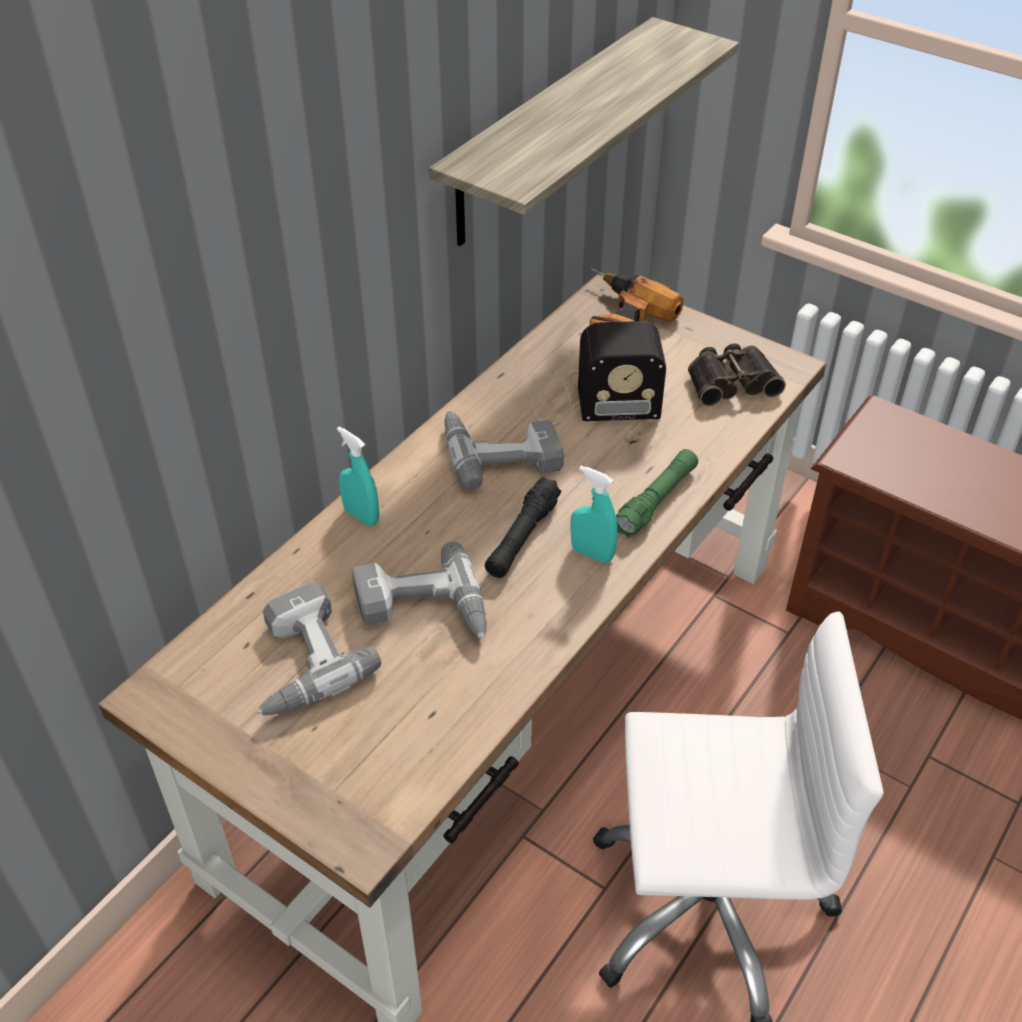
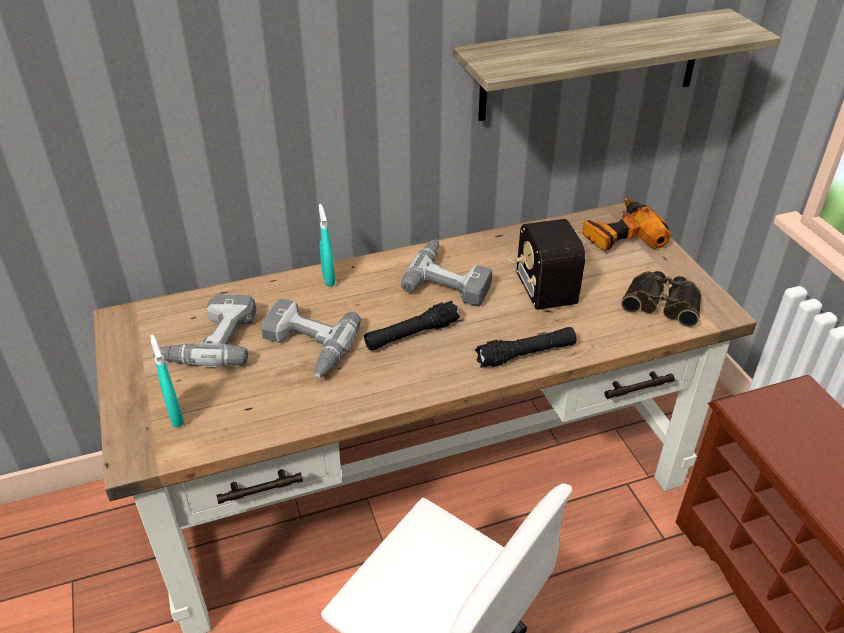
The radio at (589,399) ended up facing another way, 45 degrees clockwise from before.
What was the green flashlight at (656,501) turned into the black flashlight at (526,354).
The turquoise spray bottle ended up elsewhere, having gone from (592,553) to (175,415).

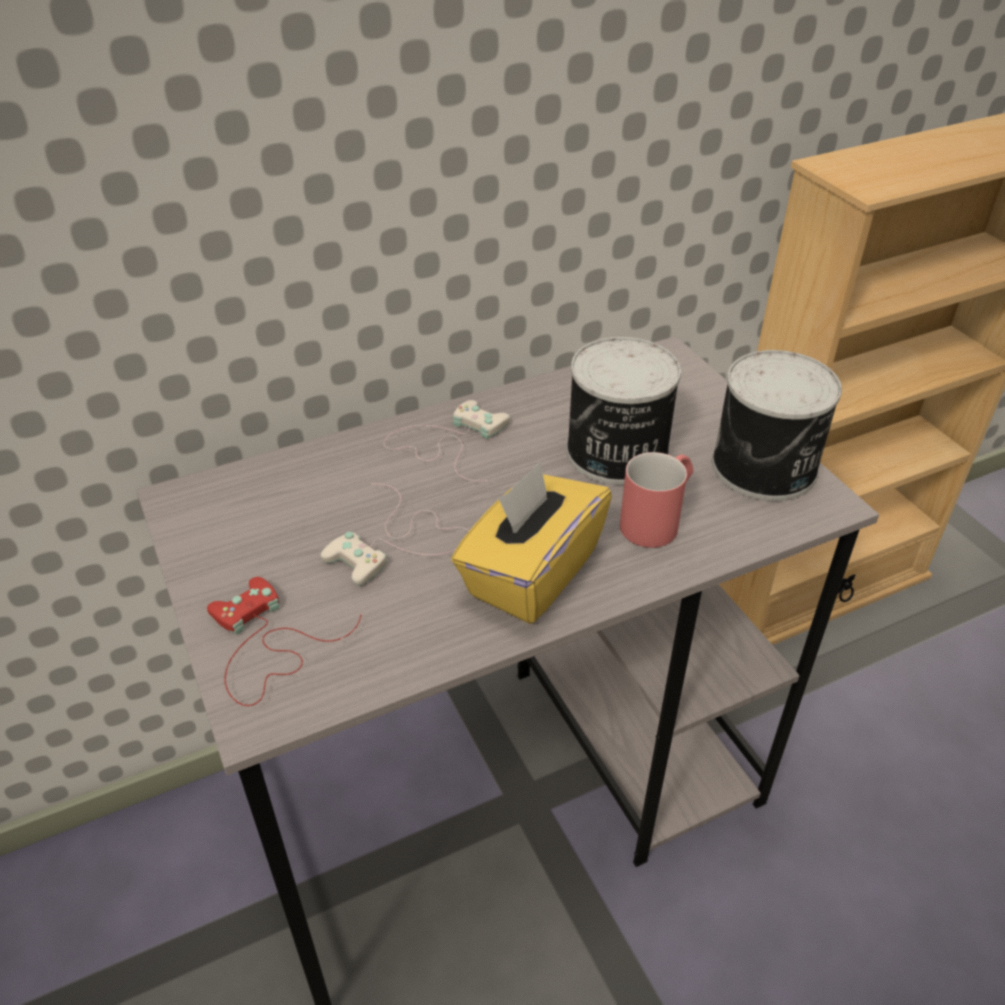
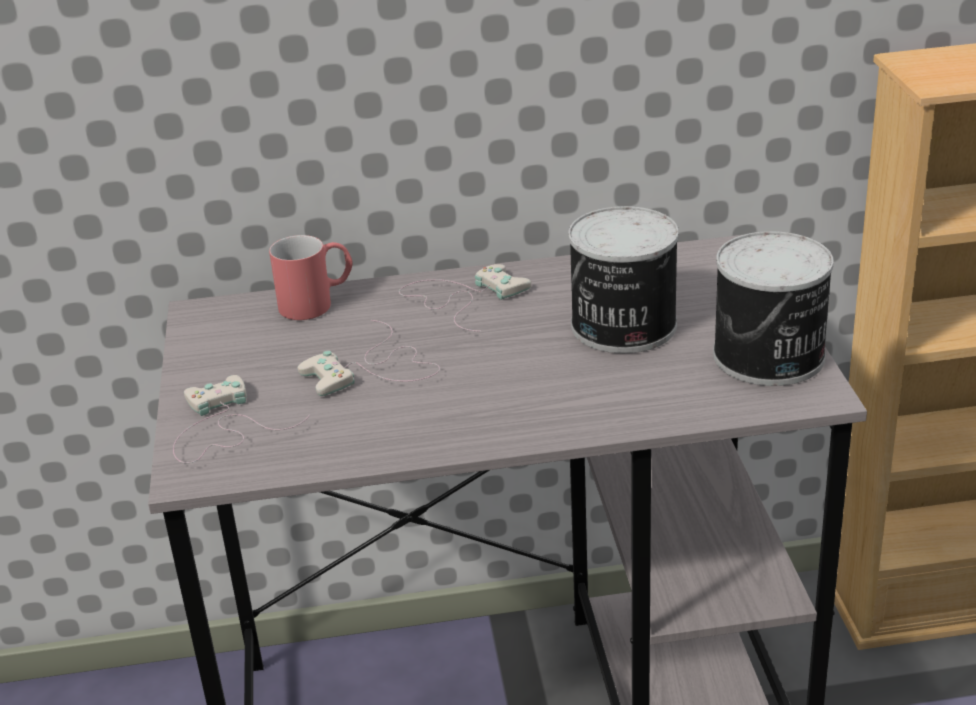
The red mug ended up elsewhere, having gone from (657,519) to (318,303).
The second view lost the yellow tissue box at (530,573).
What was the red game controller at (267,645) turned into the white game controller at (222,427).

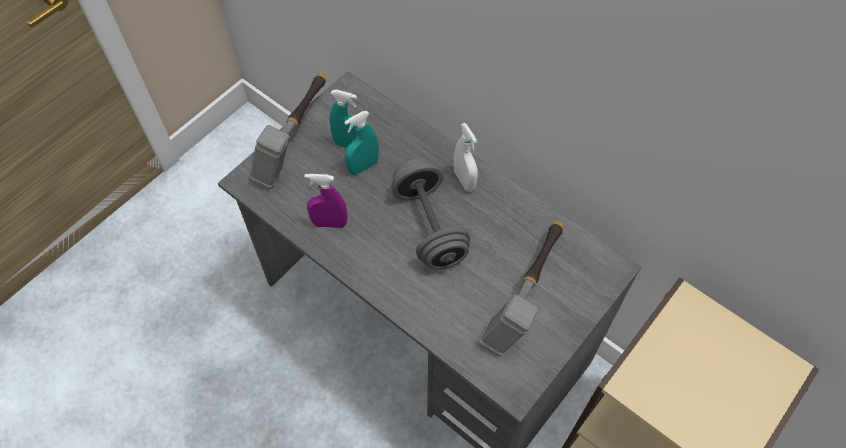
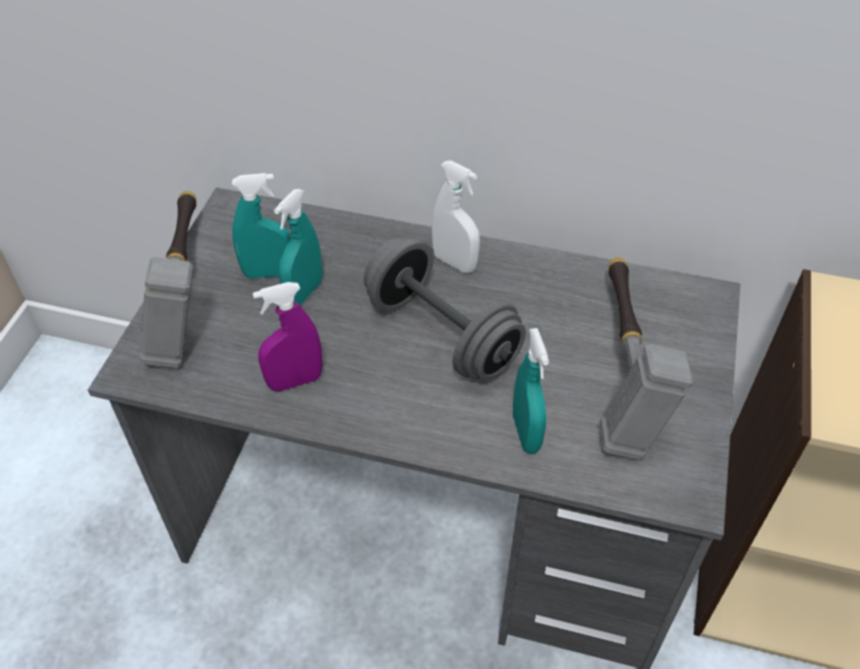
The second view gained the turquoise spray bottle at (526,433).

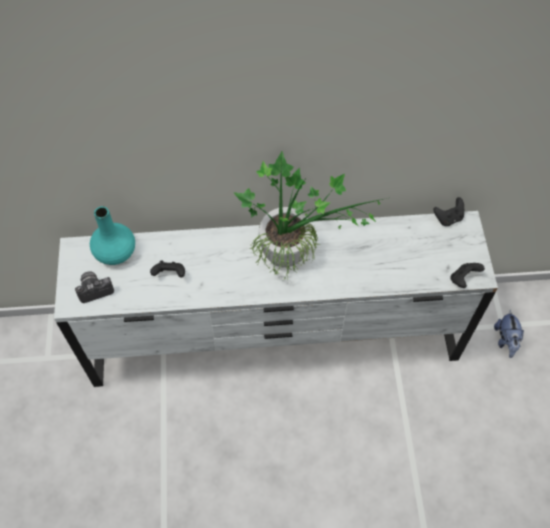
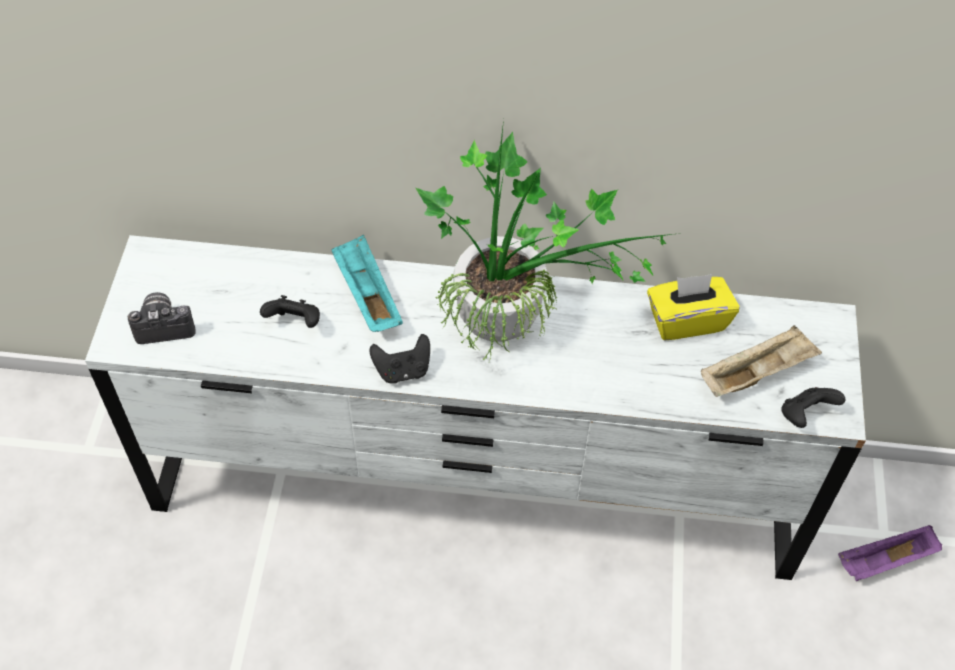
The black game controller ended up elsewhere, having gone from (448,218) to (403,370).
The second view lost the turquoise vase at (116,251).
Where the plush toy stood at (505,340), the purple tray came to stand at (884,561).
The second view gained the turquoise tray at (367,295).
The second view gained the yellow tissue box at (687,320).
The second view gained the beige tray at (756,373).

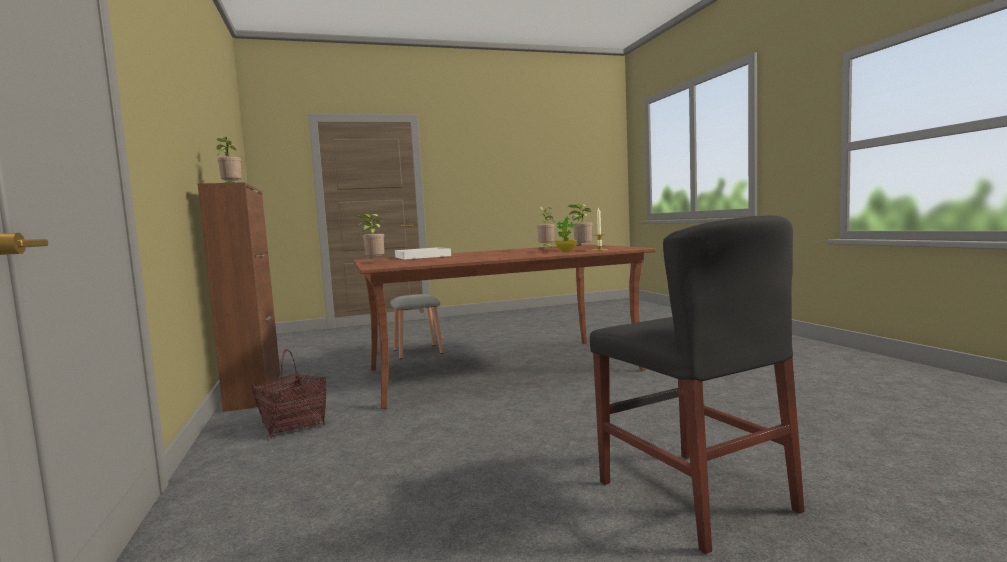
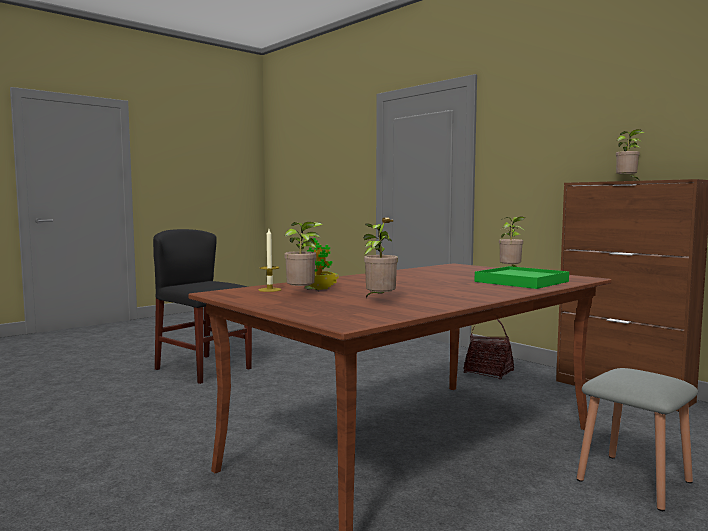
What was the white tray at (422,256) turned into the green tray at (522,281).

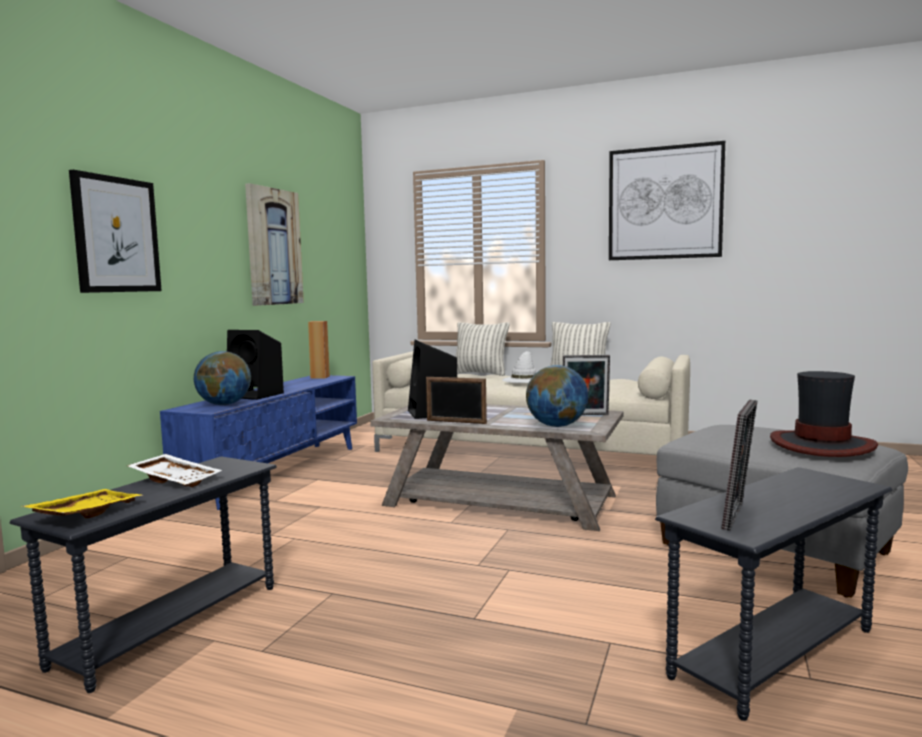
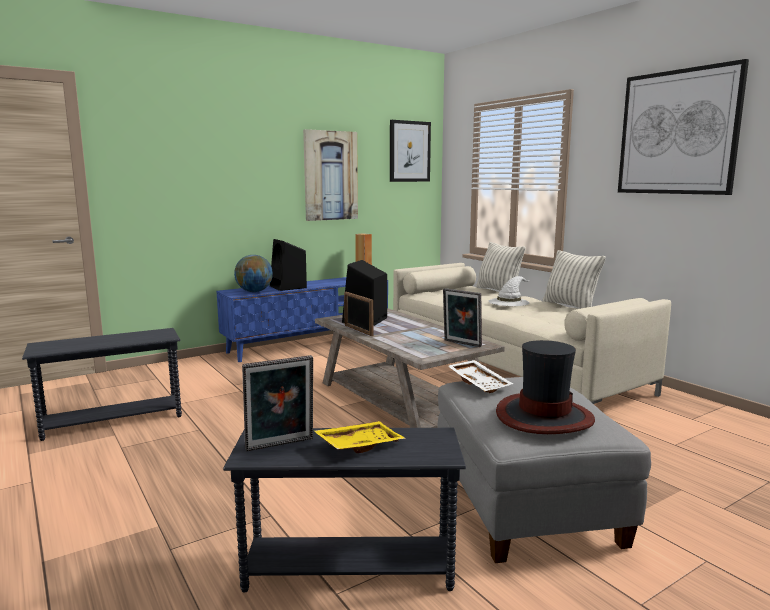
The picture ended up elsewhere, having gone from (116,235) to (409,151).
The second view lost the globe at (557,426).
The white tray ended up elsewhere, having gone from (177,479) to (480,383).
The yellow tray ended up elsewhere, having gone from (85,514) to (359,445).

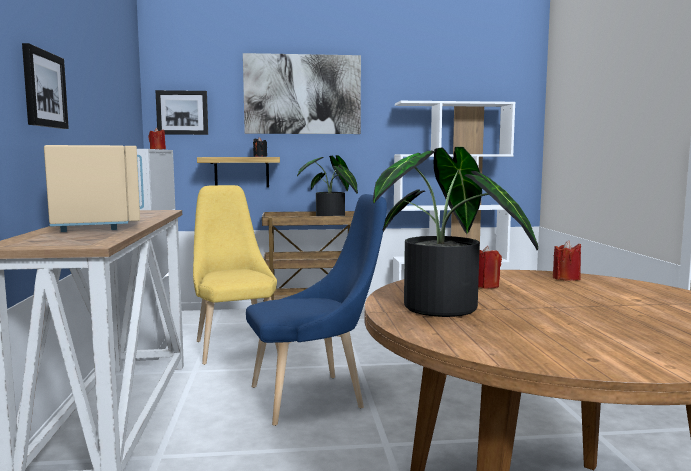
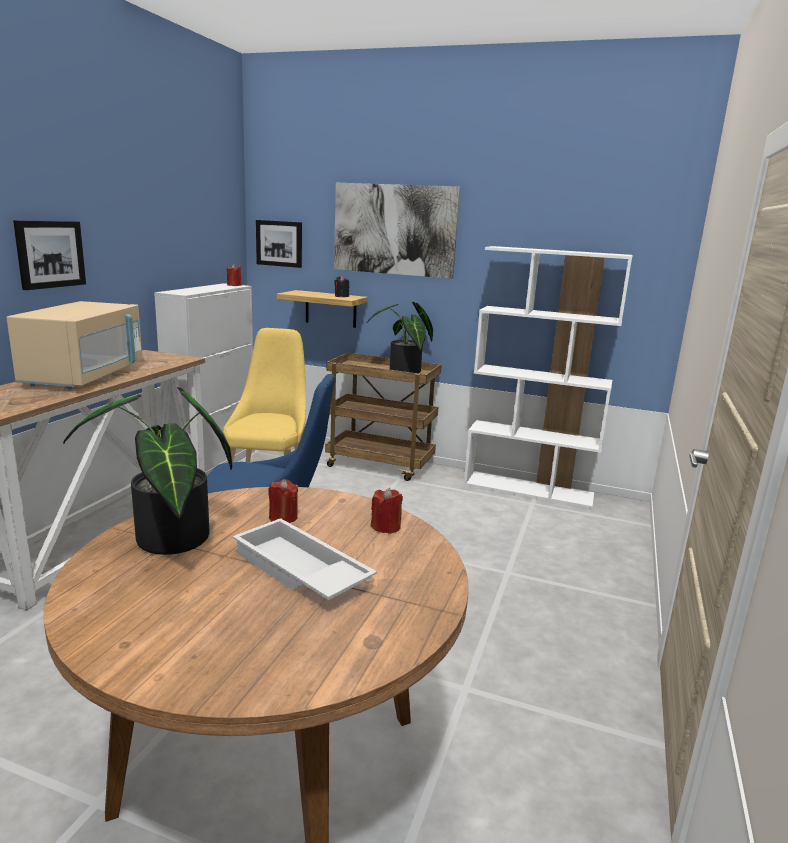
The second view gained the white tray at (298,571).

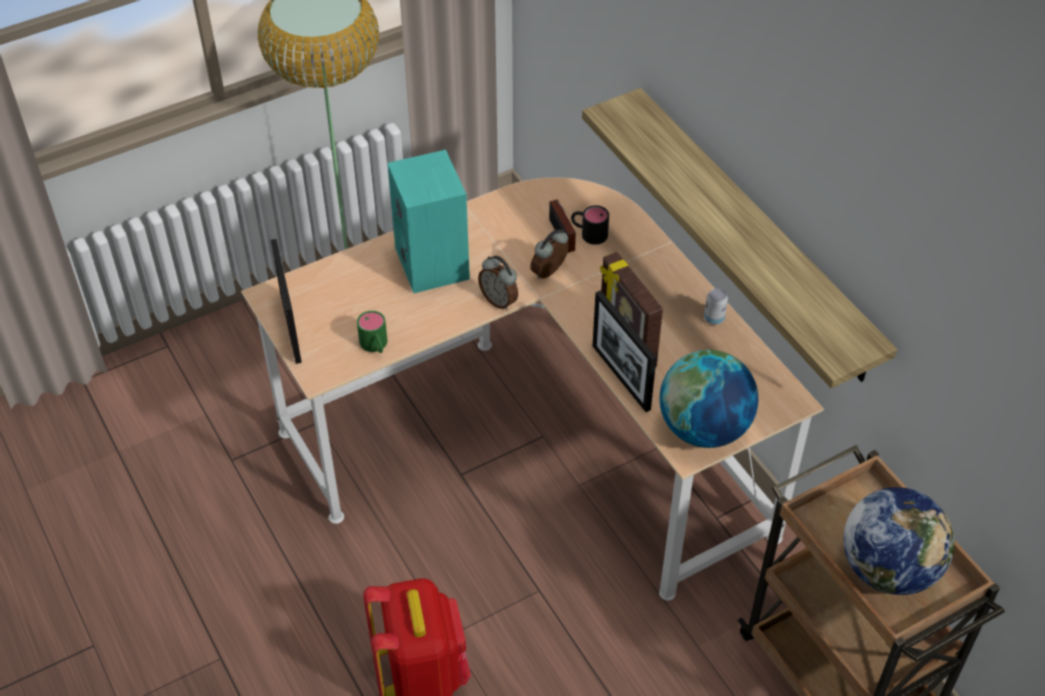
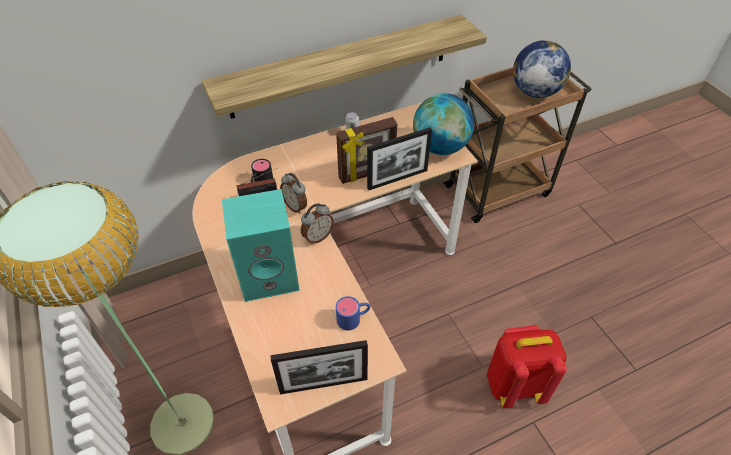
What was the green mug at (375,346) turned into the blue mug at (353,318).

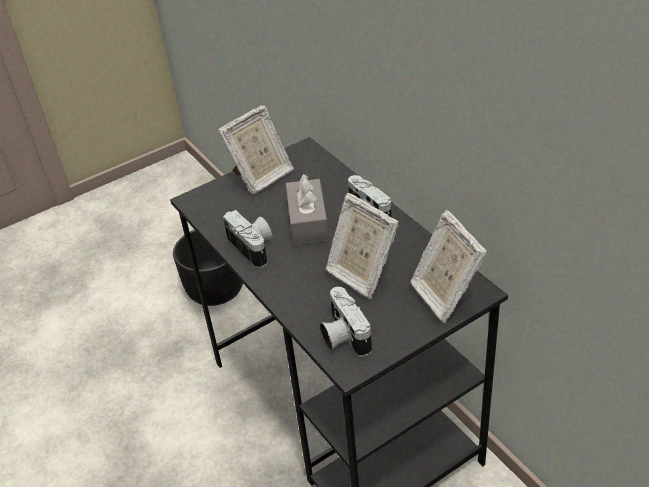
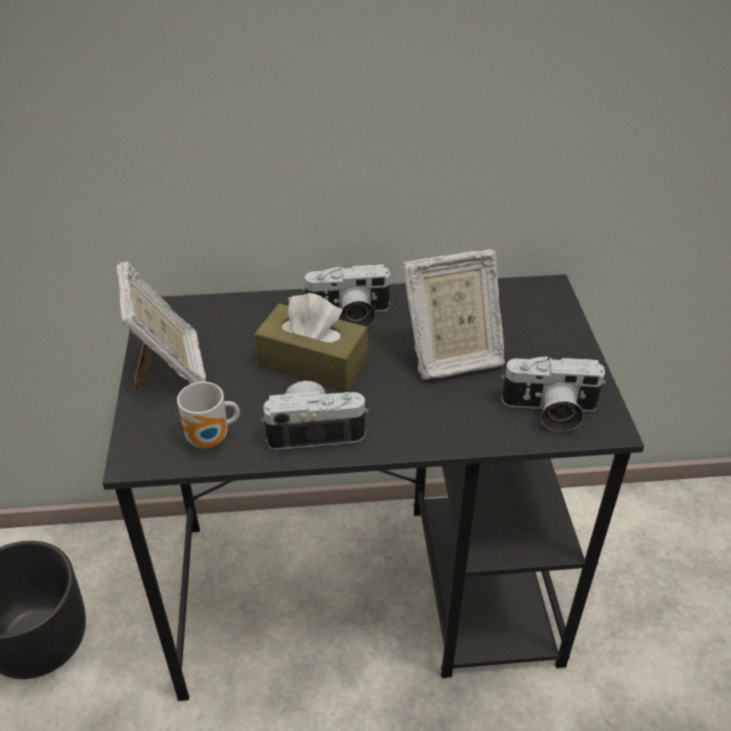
What was the grey tissue box at (308,222) turned into the brown tissue box at (313,363).
The second view lost the picture frame at (444,295).
The second view gained the mug at (211,440).

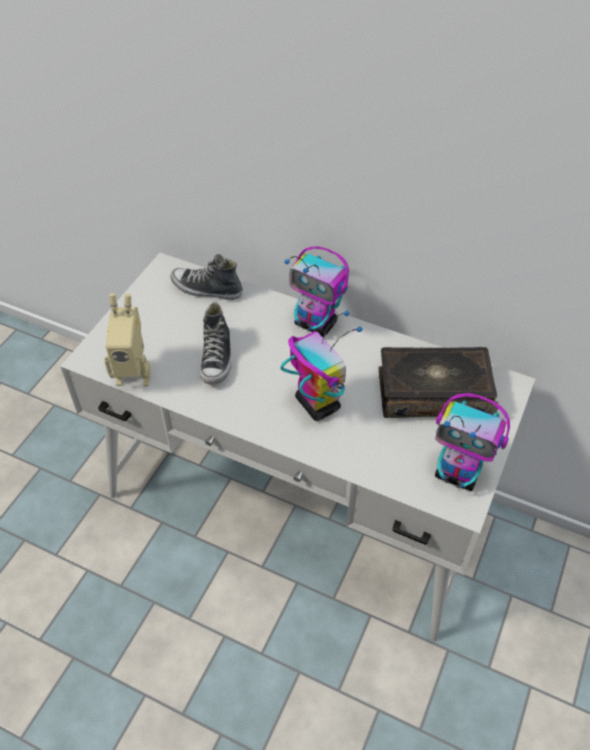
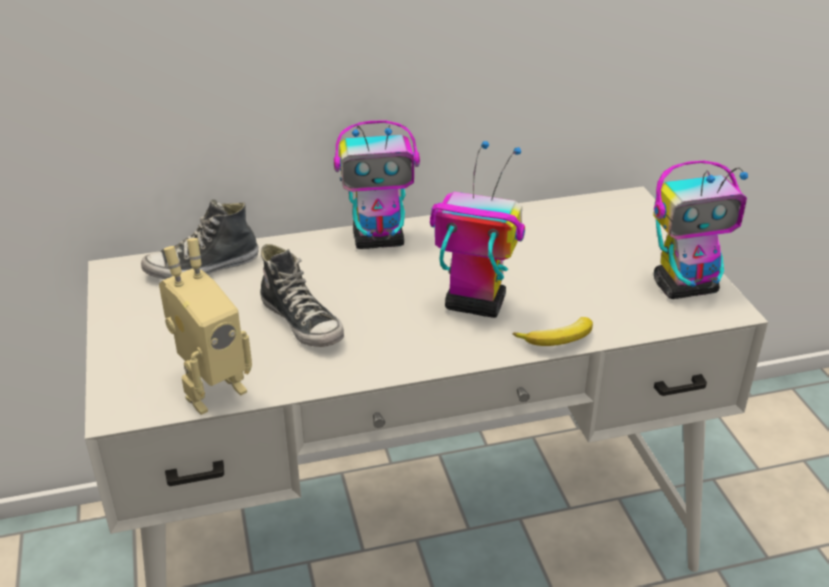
The second view lost the book at (433,392).
The second view gained the banana at (558,340).

